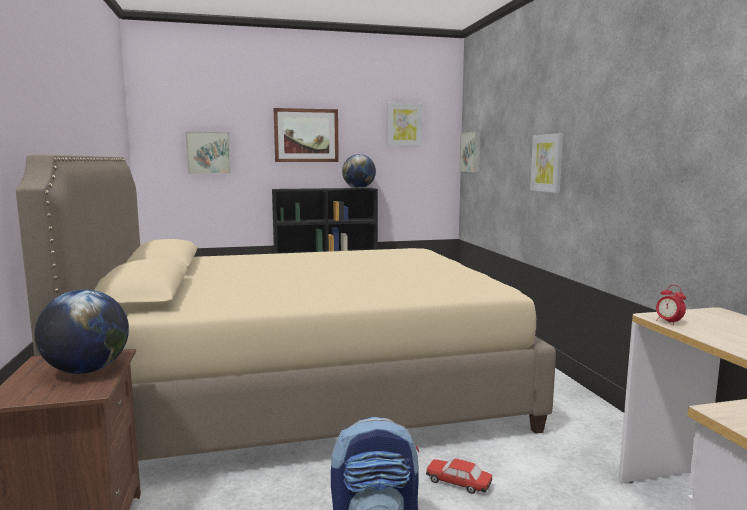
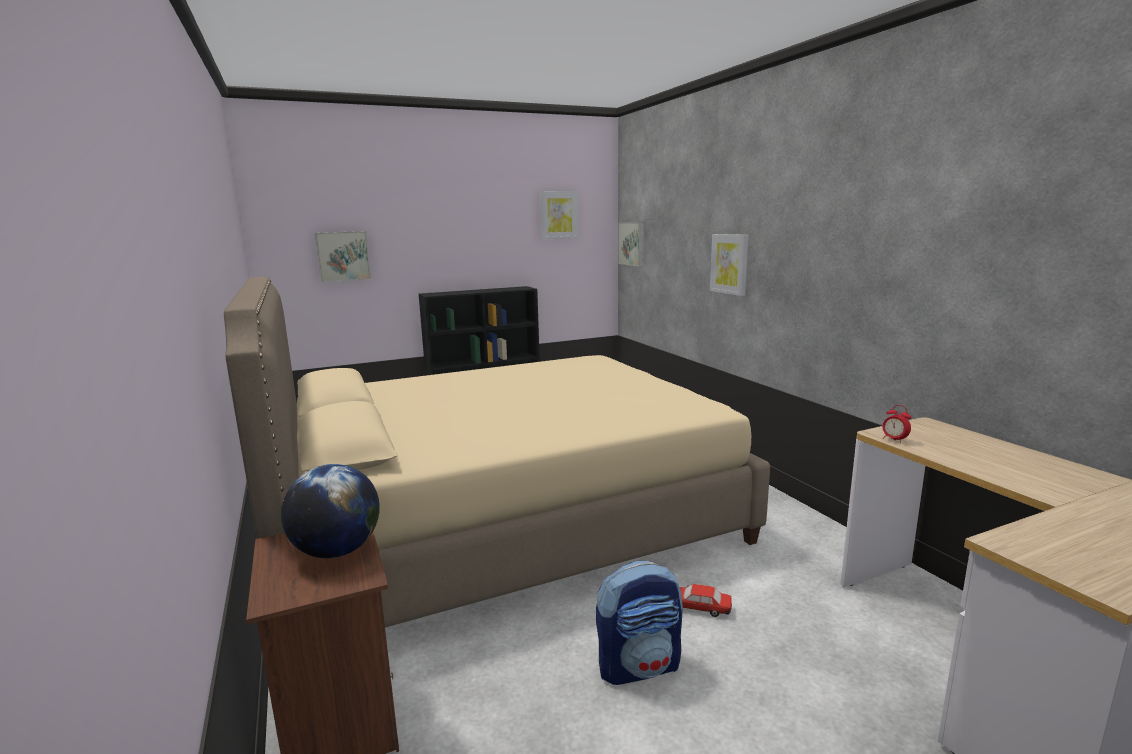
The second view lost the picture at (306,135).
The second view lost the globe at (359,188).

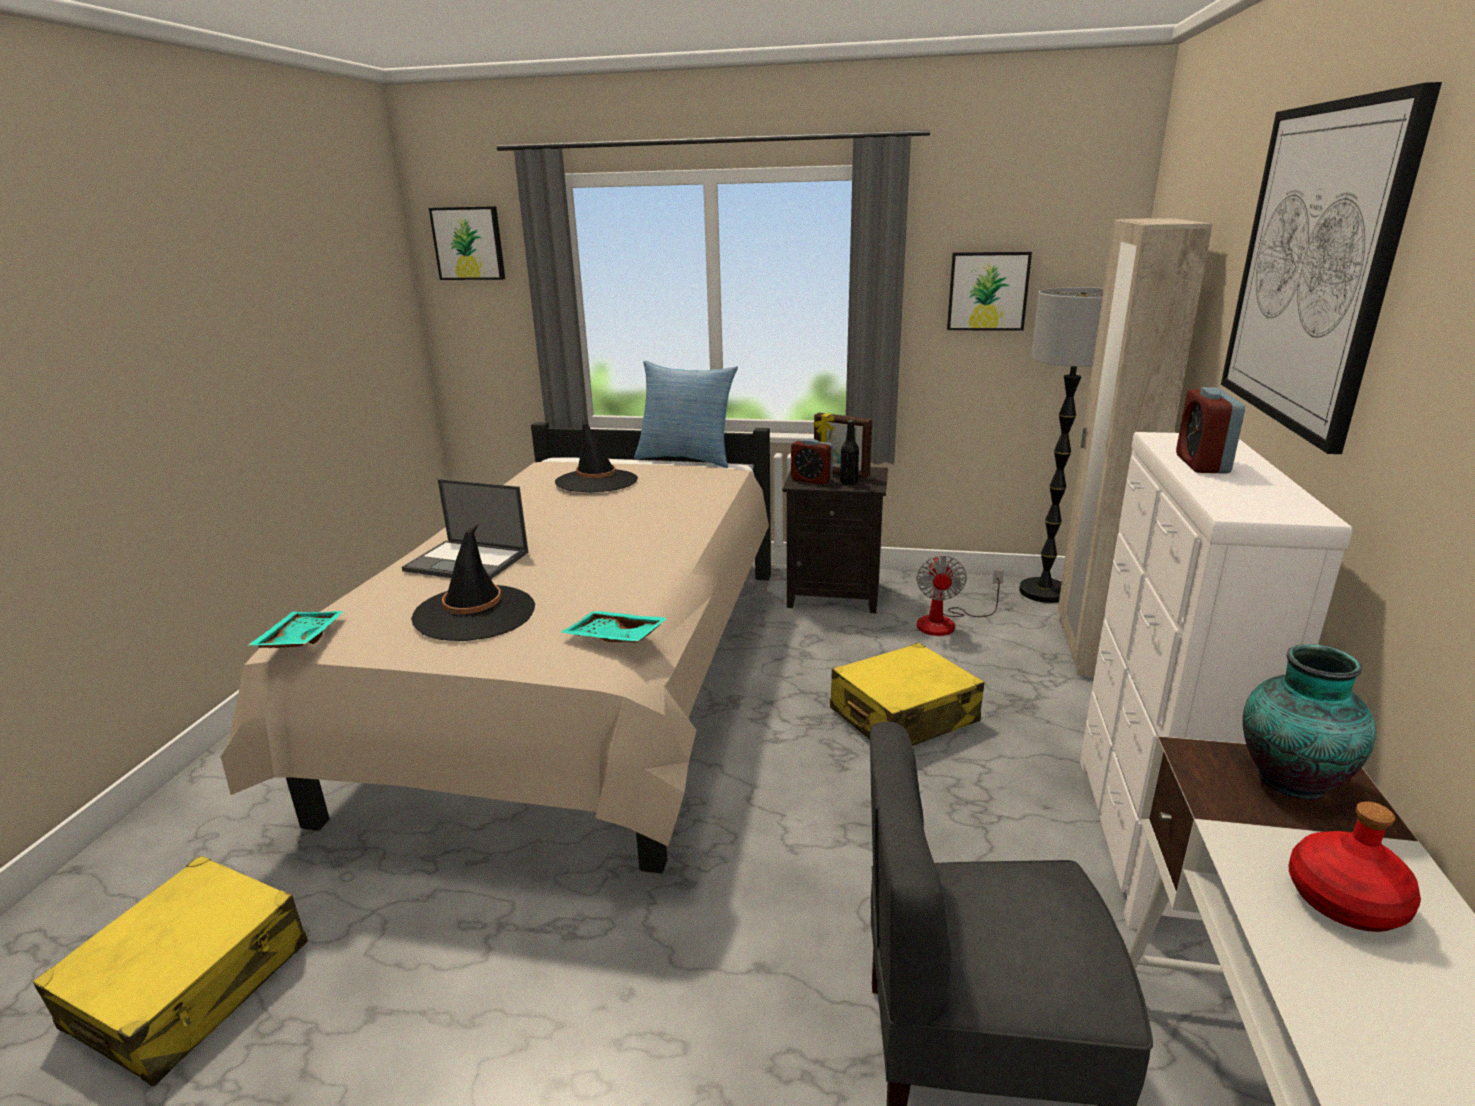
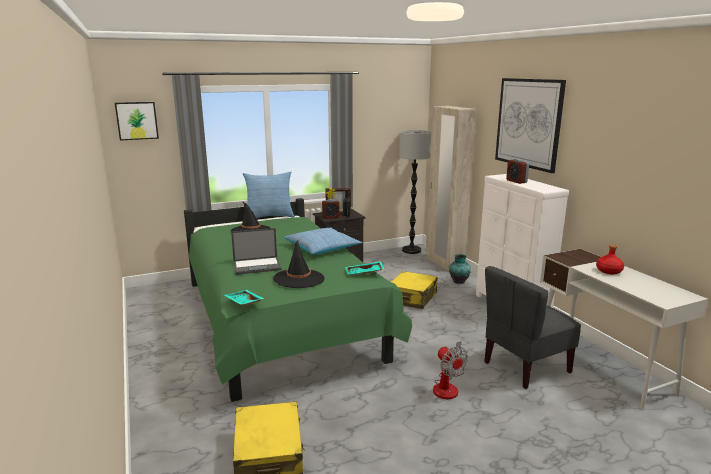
The second view lost the picture at (987,291).
What was the beige bed at (583,684) turned into the green bed at (280,322).
The fan ended up elsewhere, having gone from (946,623) to (448,386).
The vase ended up elsewhere, having gone from (1288,781) to (458,281).
The second view gained the pillow at (322,248).

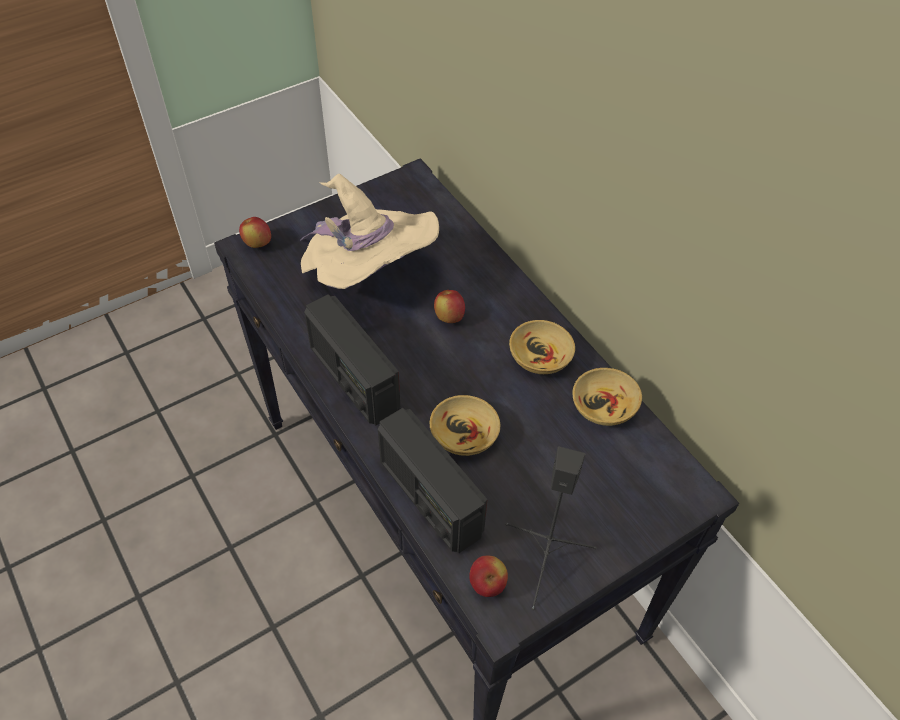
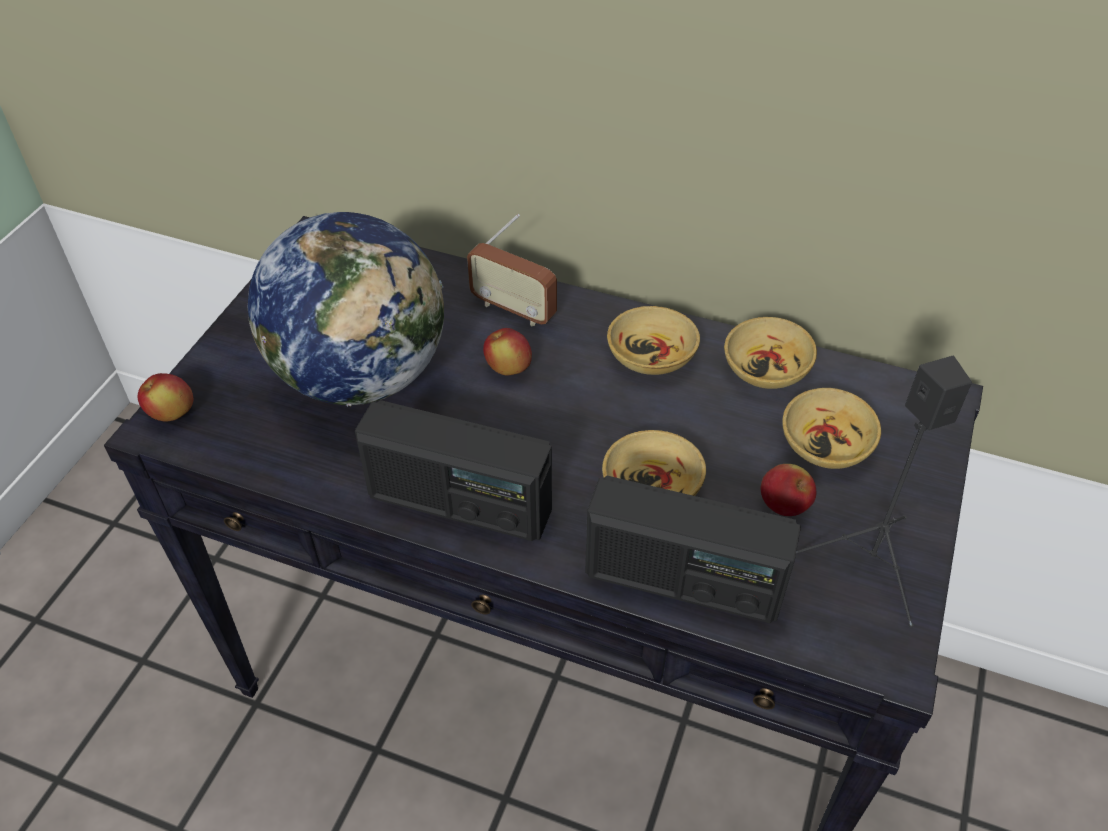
Where the beige hat stood at (368,275), the globe came to stand at (362,375).
The apple ended up elsewhere, having gone from (487,584) to (784,506).
The second view gained the radio at (513,310).
The second view gained the beige bowl at (827,444).

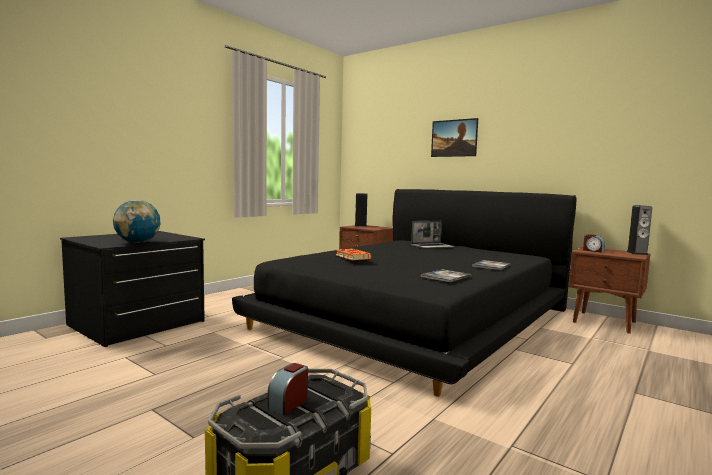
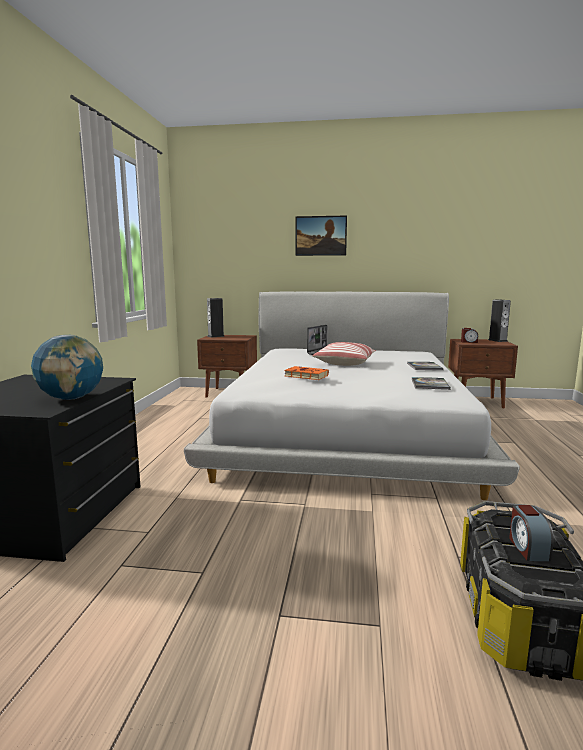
What was the black bed at (416,317) turned into the white bed at (346,428).
The second view gained the pillow at (345,363).

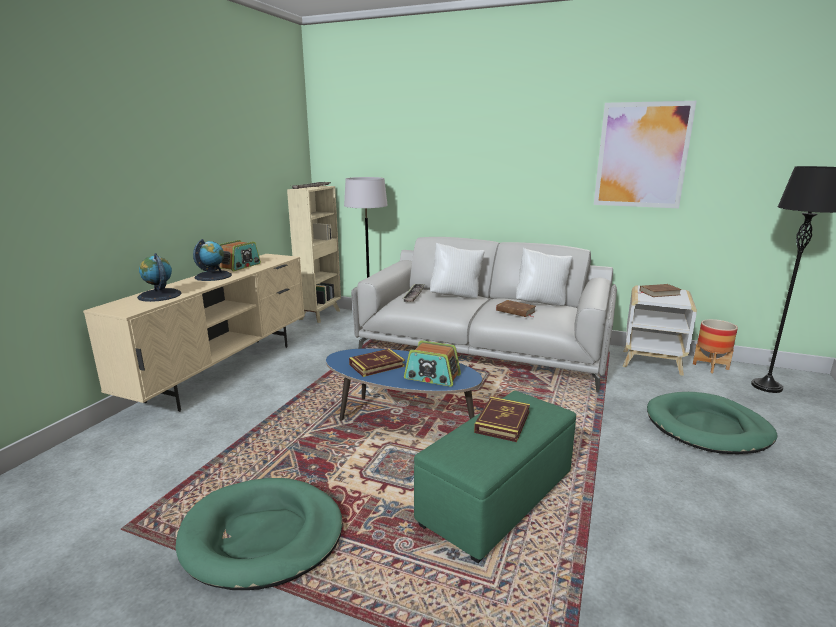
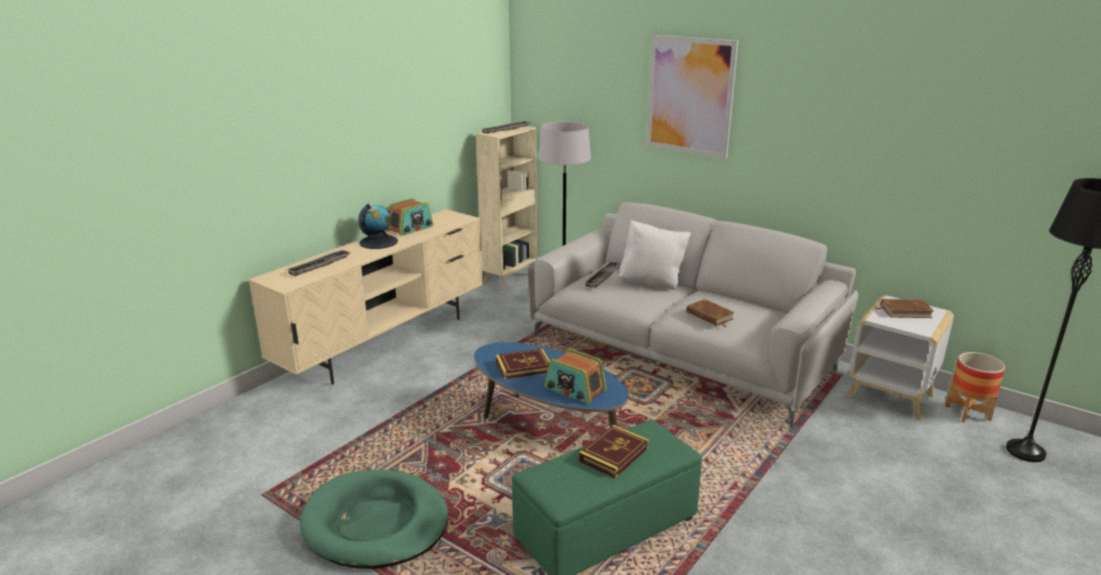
The picture ended up elsewhere, having gone from (641,155) to (690,96).
The second view lost the white pillow at (541,303).
Where the globe stood at (159,295), the tray came to stand at (319,266).
The second view lost the green dog bed at (707,427).

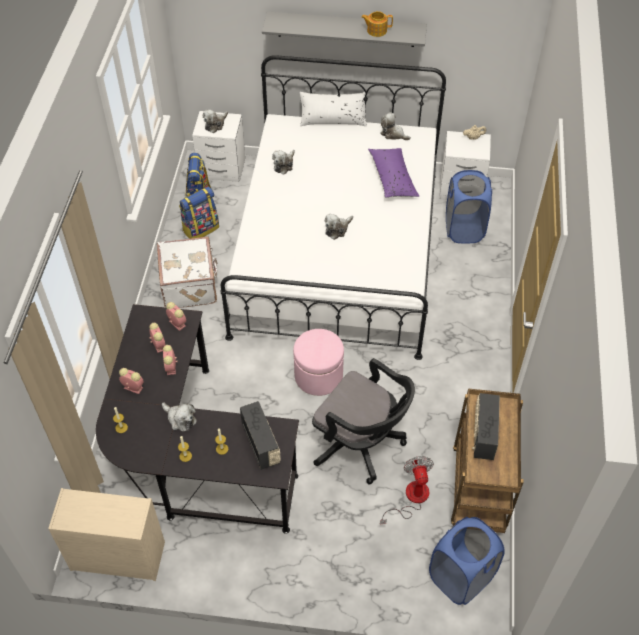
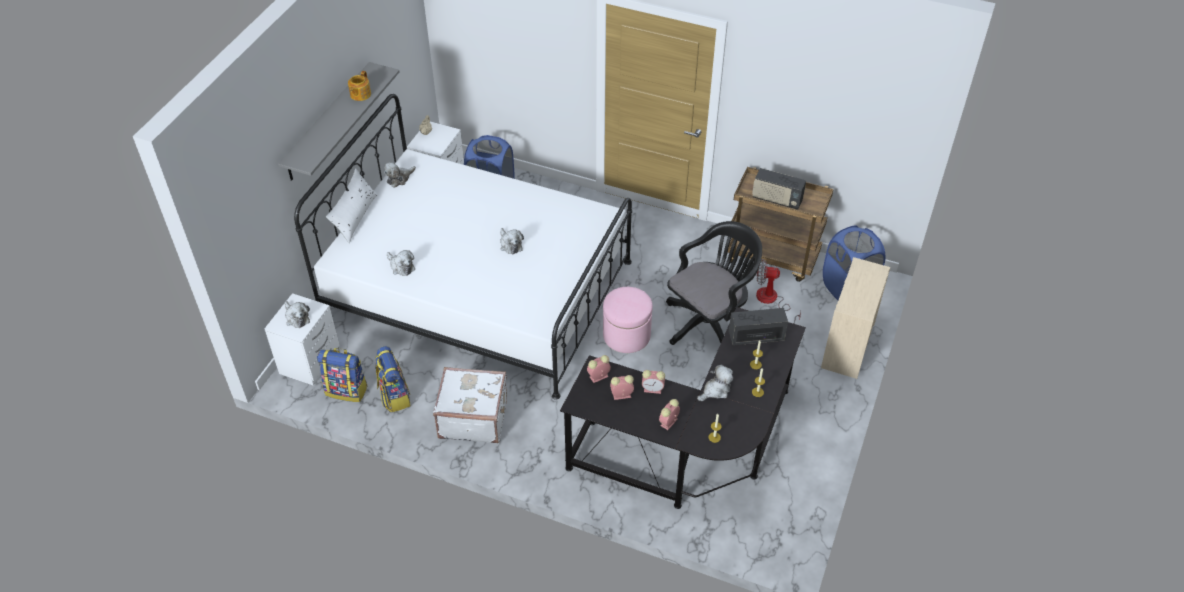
The second view lost the purple pillow at (392,178).
The beige dresser ended up elsewhere, having gone from (116,556) to (847,347).

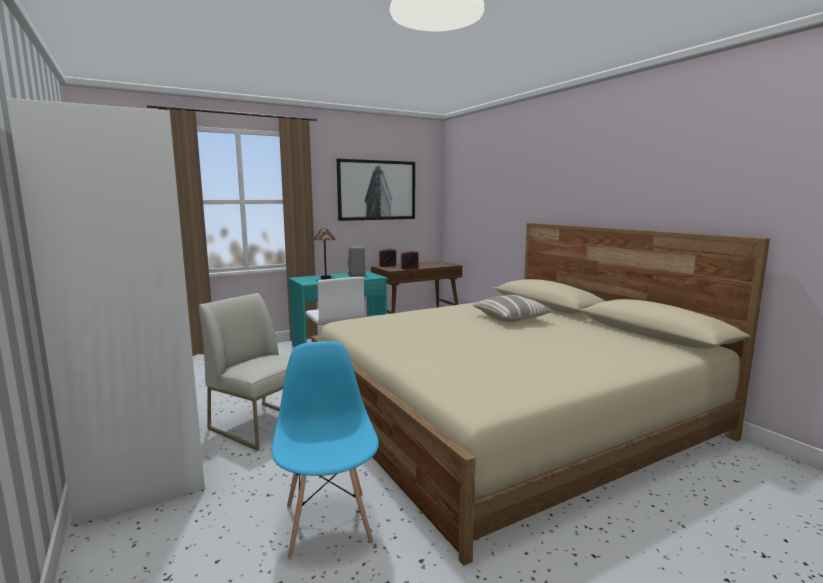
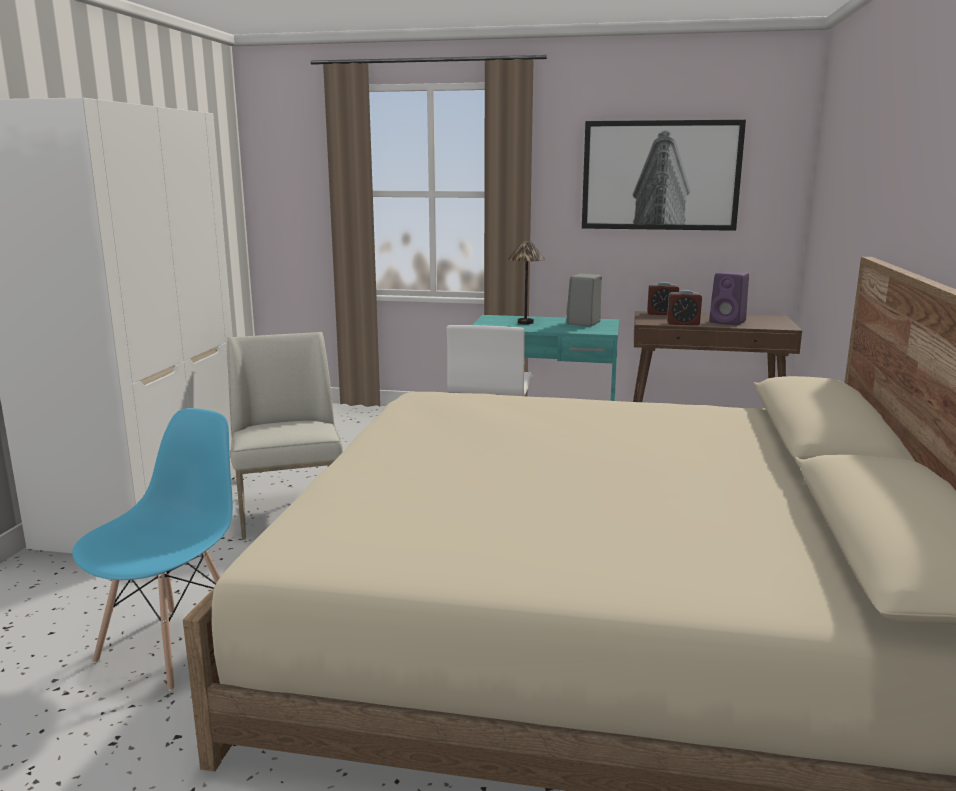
The second view lost the pillow at (512,318).
The second view gained the purple speaker at (728,322).

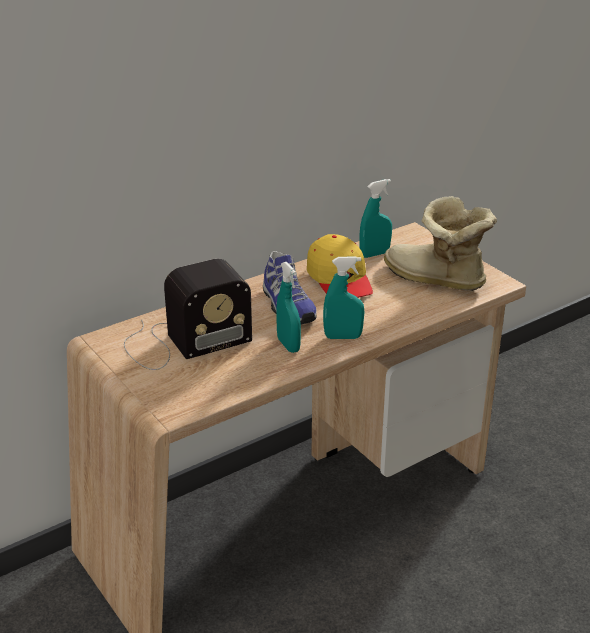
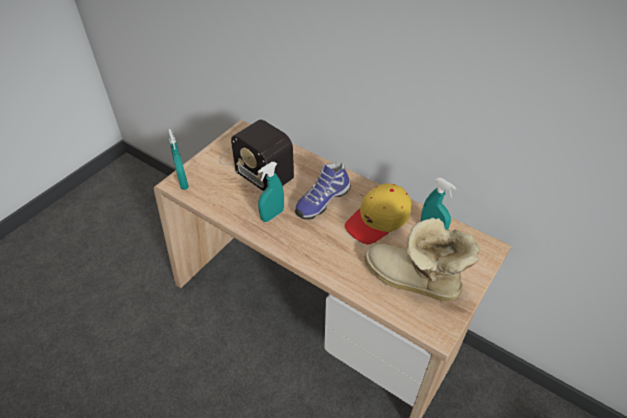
The boot at (435,280) ended up facing another way, 75 degrees counterclockwise from before.
The turquoise spray bottle ended up elsewhere, having gone from (343,337) to (183,182).

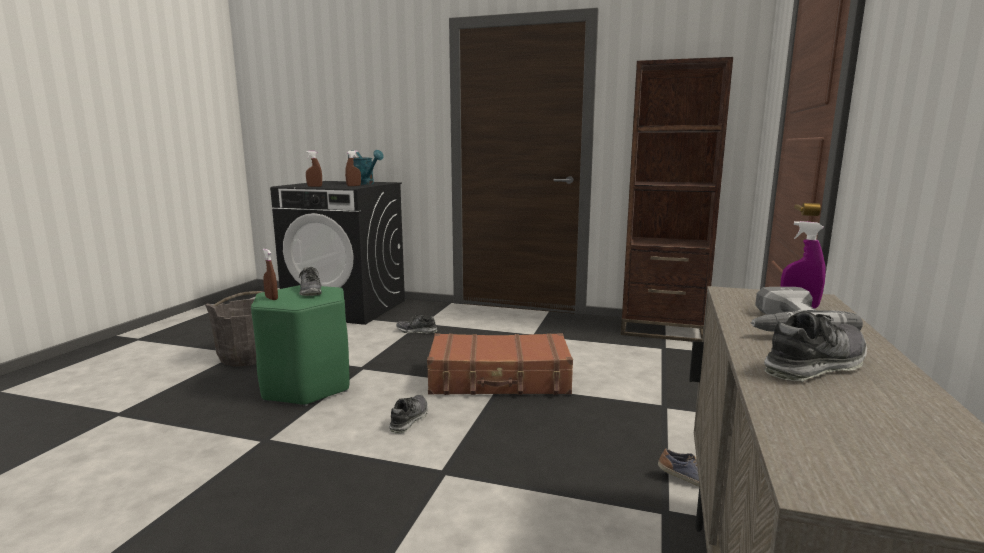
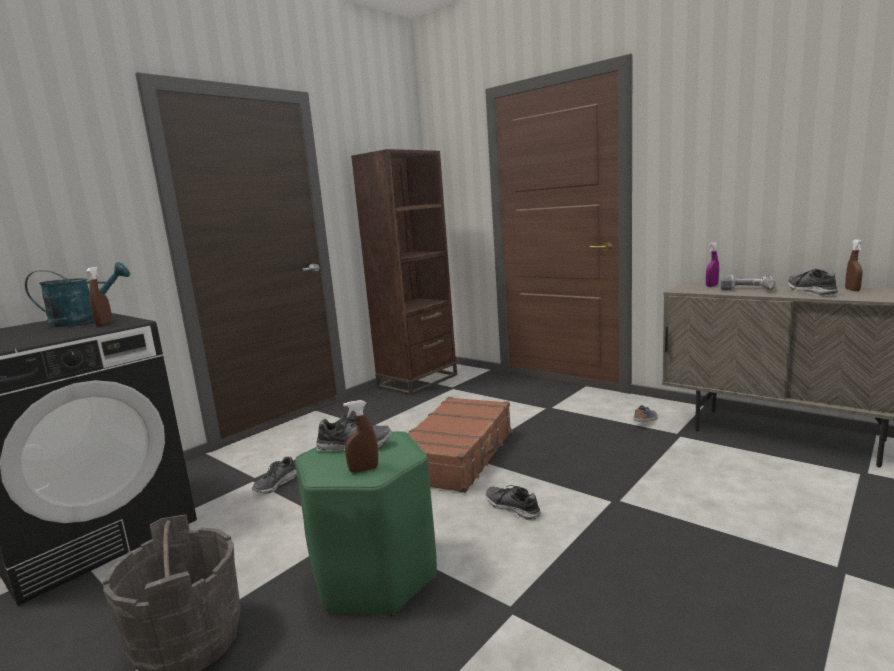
The brown spray bottle ended up elsewhere, having gone from (314,186) to (852,290).

